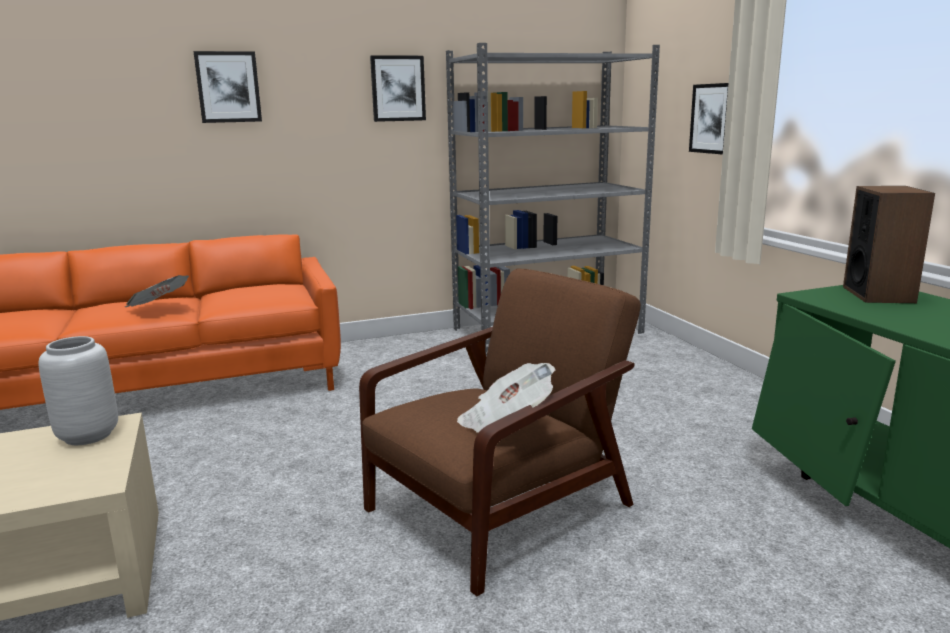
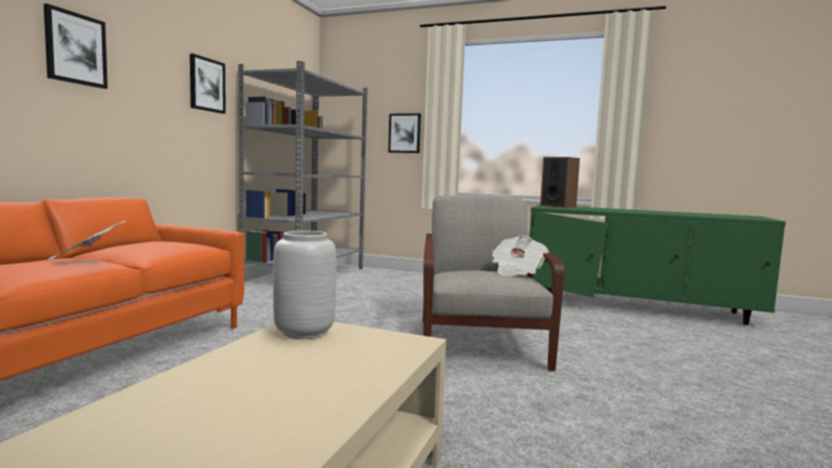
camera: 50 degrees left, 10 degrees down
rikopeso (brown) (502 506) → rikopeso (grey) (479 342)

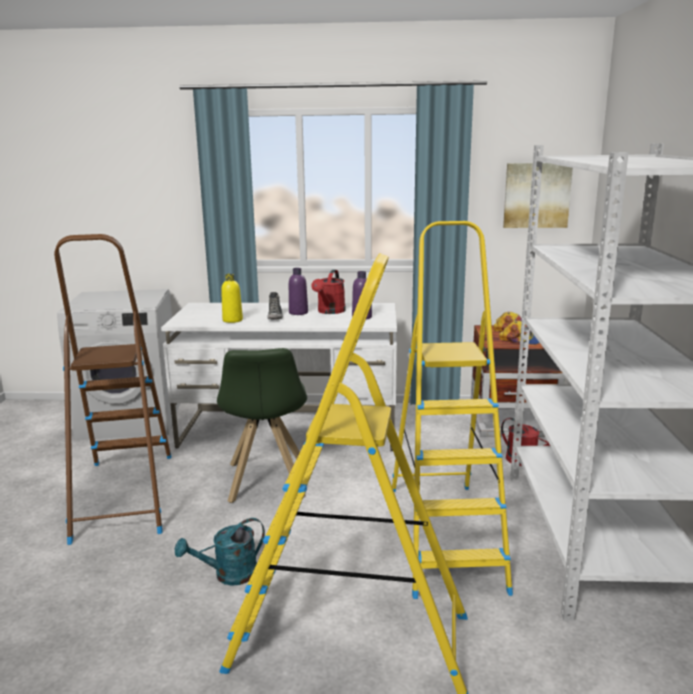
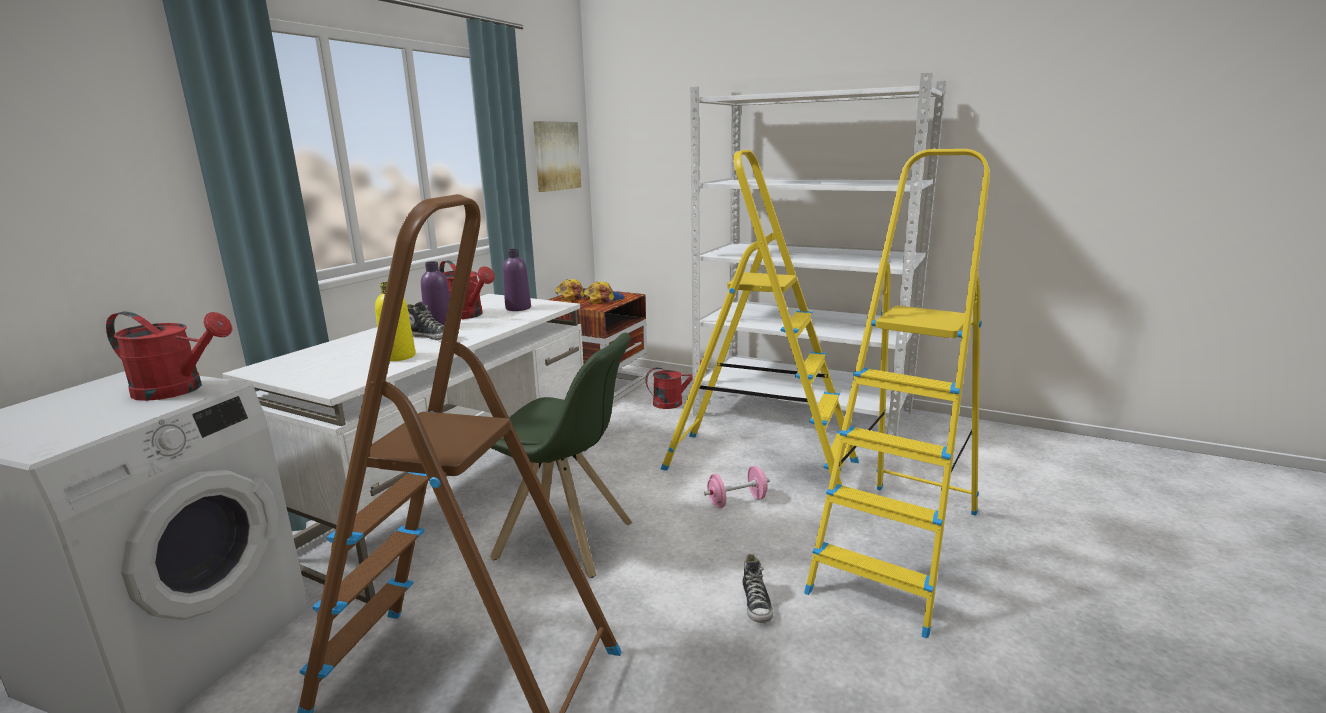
camera: 65 degrees left, 0 degrees up
- → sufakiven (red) (178 390)
- → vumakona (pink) (736 501)
sufakiven (turquoise) (228 575) → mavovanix (757 604)

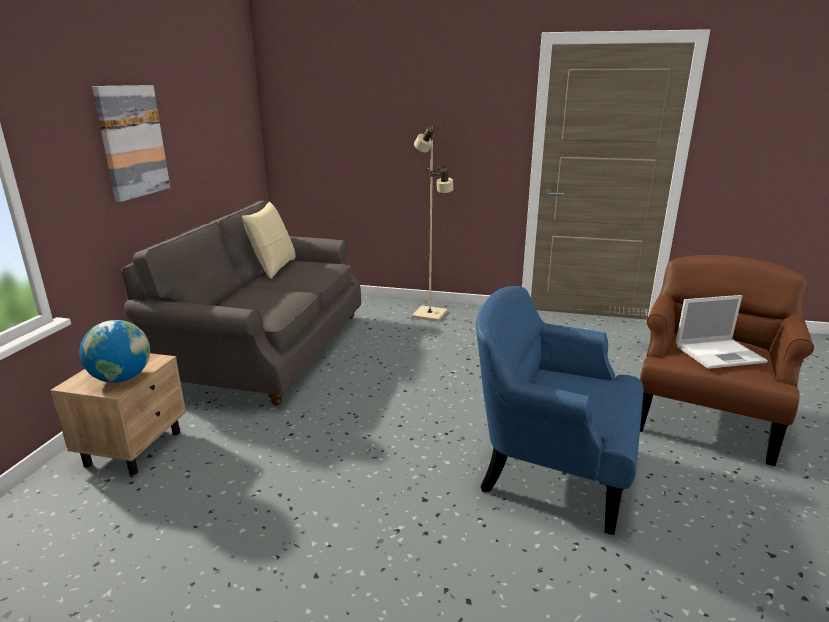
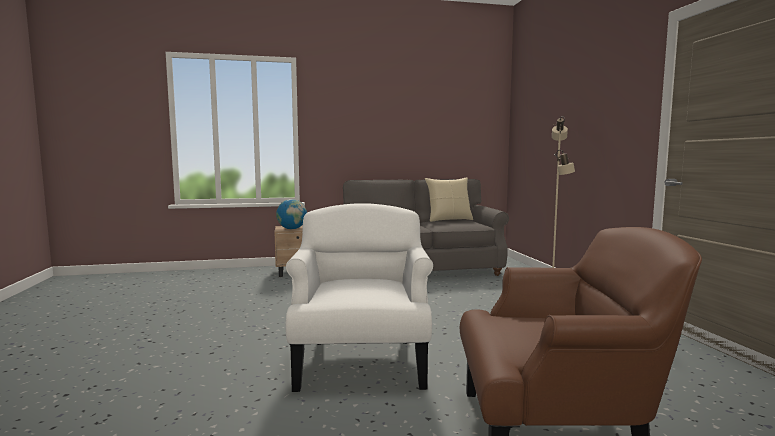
camera: 65 degrees right, 15 degrees down
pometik (132 141) → -
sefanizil (720 353) → -
rikopeso (blue) (551 469) → rikopeso (white) (361 361)

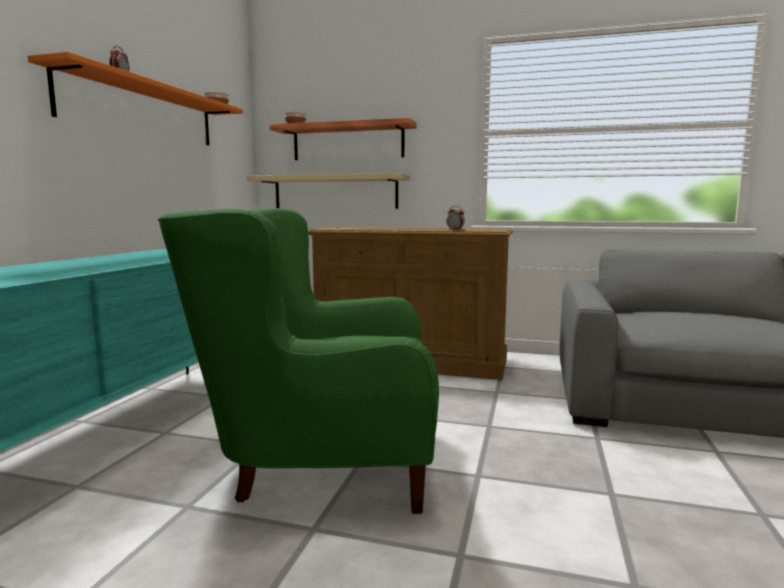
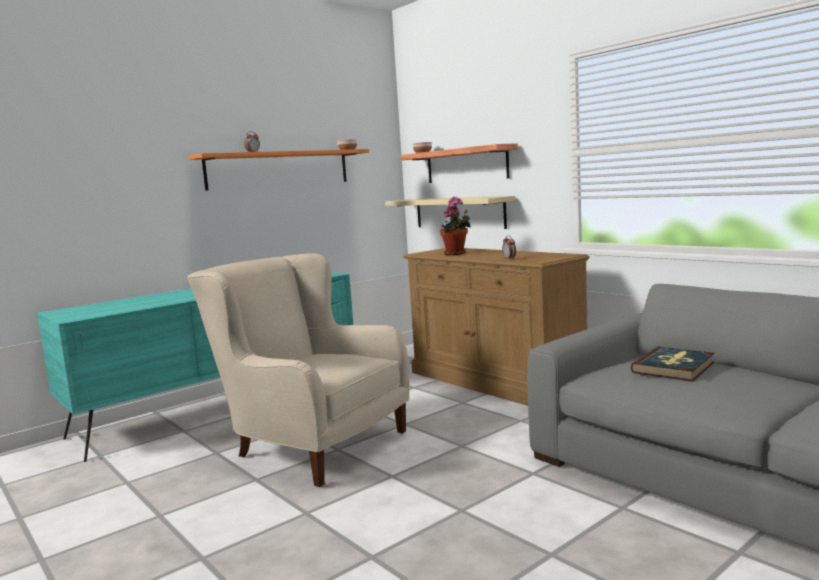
camera: 35 degrees right, 0 degrees up
- → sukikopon (456 254)
- → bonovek (674 367)
rikopeso (green) (314 463) → rikopeso (beige) (307 445)

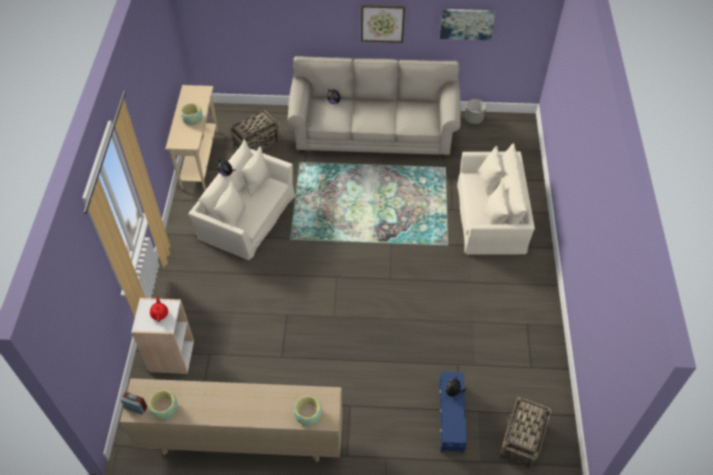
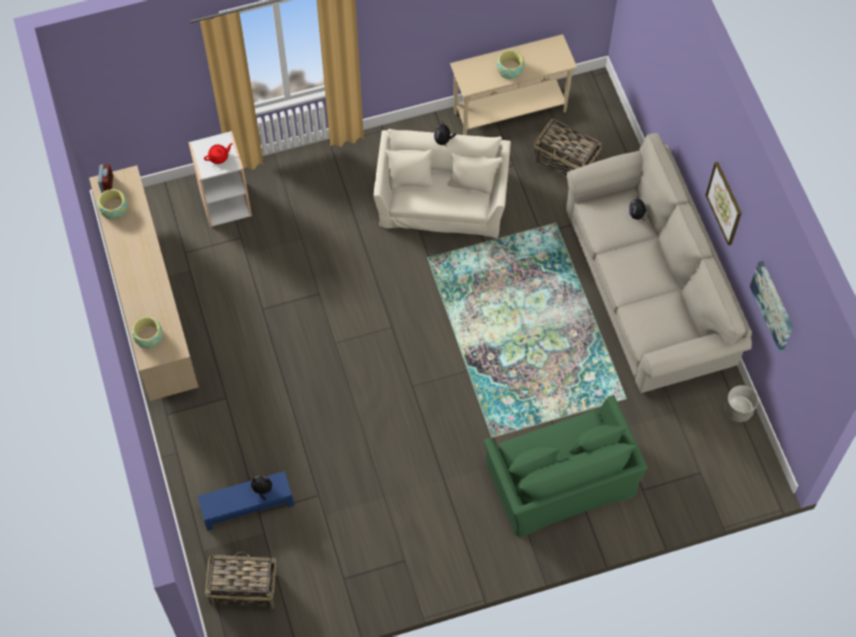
camera: 70 degrees right, 10 degrees up
rikopeso (beige) (490 217) → rikopeso (green) (560 478)

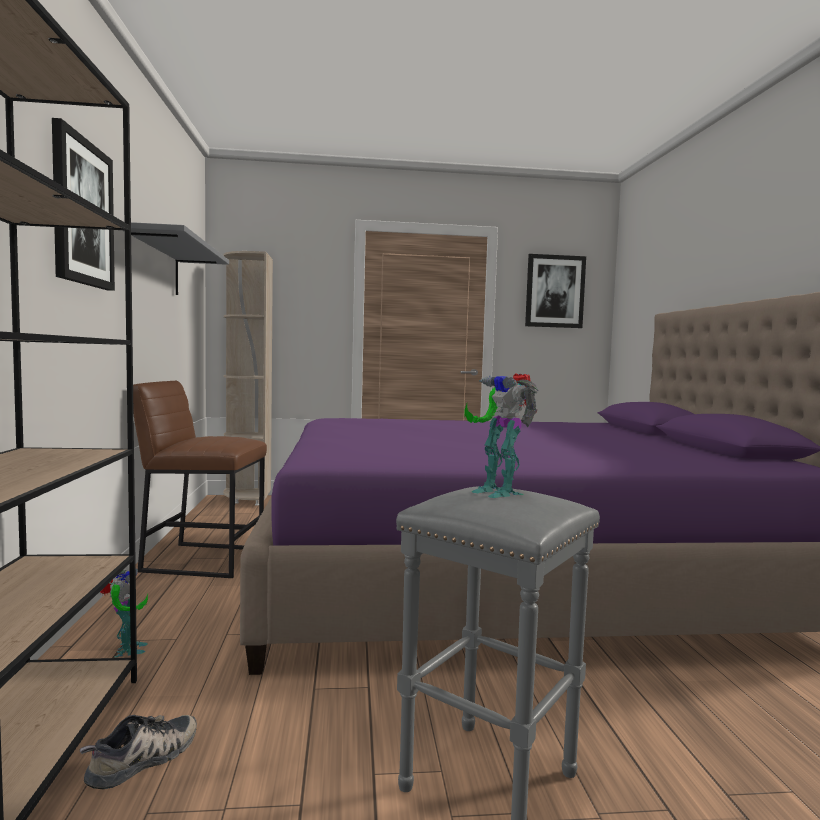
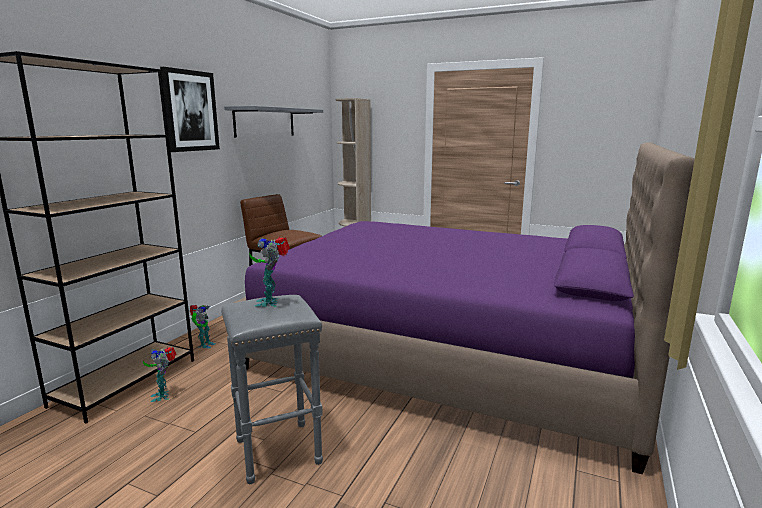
camera: 30 degrees right, 10 degrees up
pometik (554 291) → -
mavovanix (144 760) → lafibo (163 395)

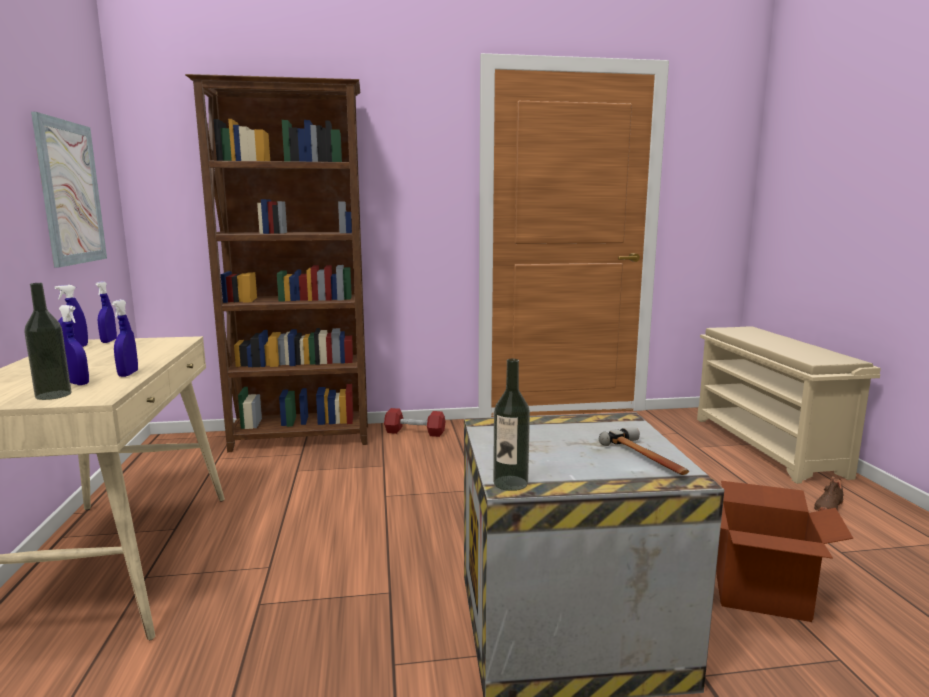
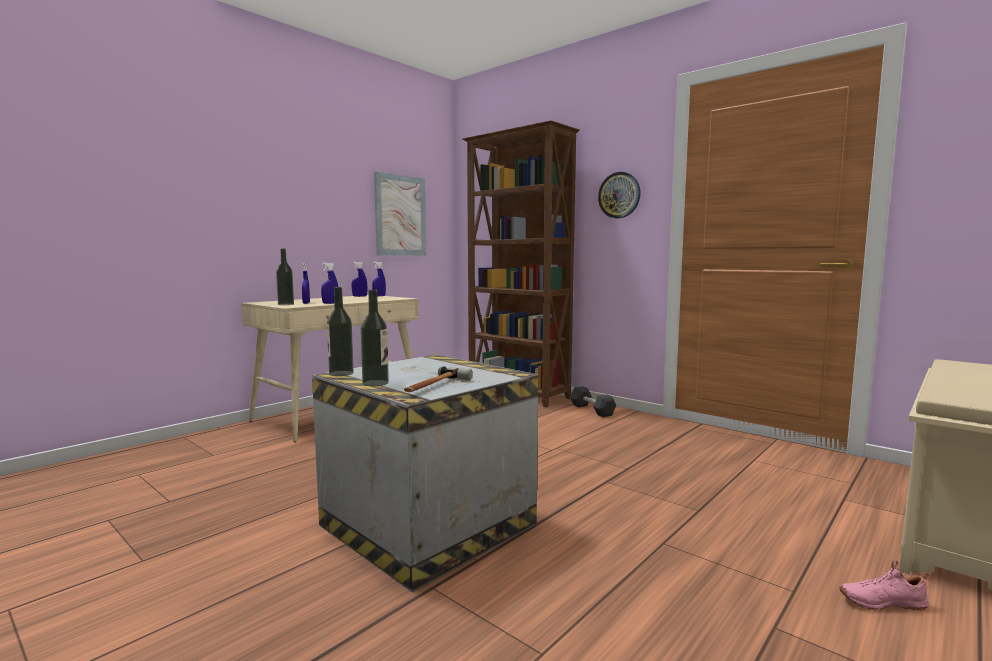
camera: 50 degrees right, 5 degrees down
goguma (760 594) → -
- → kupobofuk (375 383)
- → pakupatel (619 195)
vumakona (red) (415 432) → vumakona (black) (592 410)
mavovanix (brown) (827 507) → mavovanix (pink) (881 601)

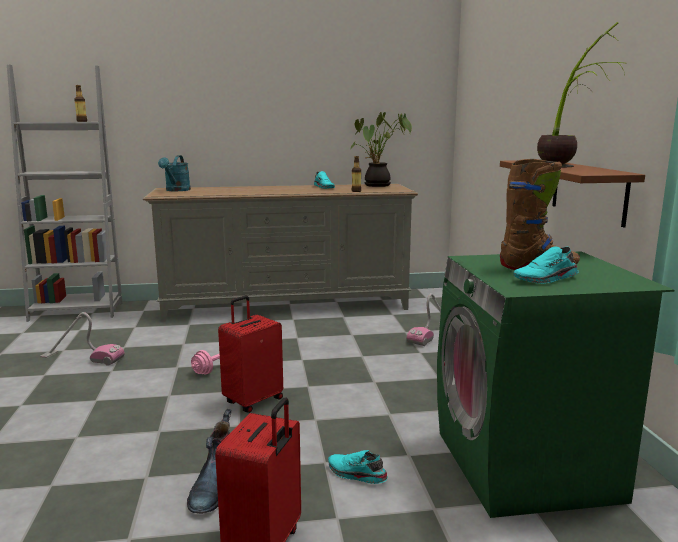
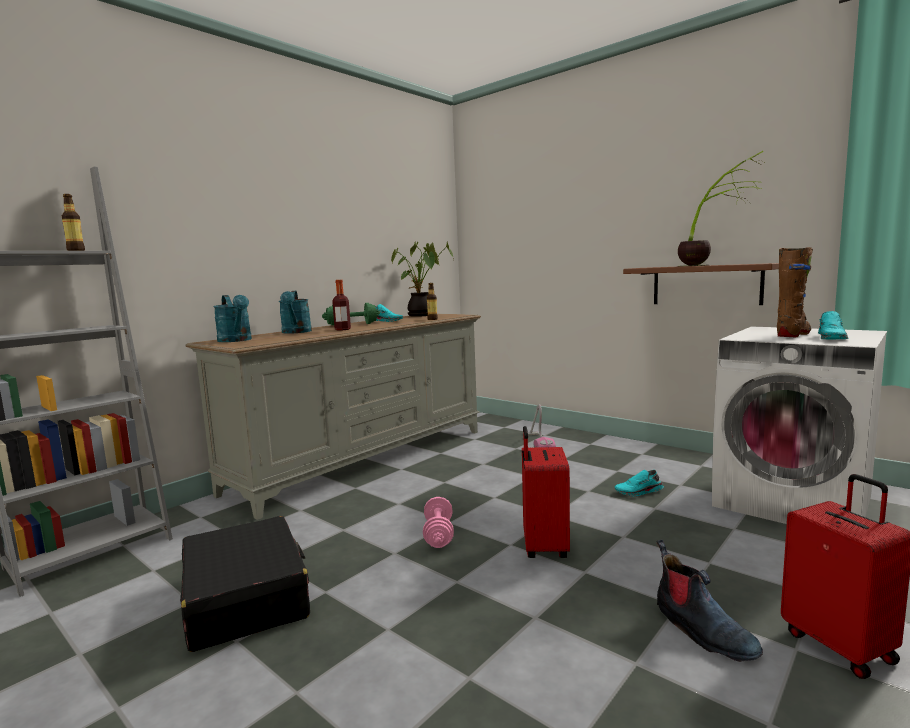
camera: 40 degrees left, 5 degrees down
- → sufakiven (turquoise) (296 332)
- → vumakona (green) (352 325)
- → kupobofuk (342 329)
mavovanix (turquoise) (356 475) → mavovanix (turquoise) (639 492), move
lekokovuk (82 358) → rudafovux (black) (246 597)
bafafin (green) (529 466) → bafafin (white) (794 501)

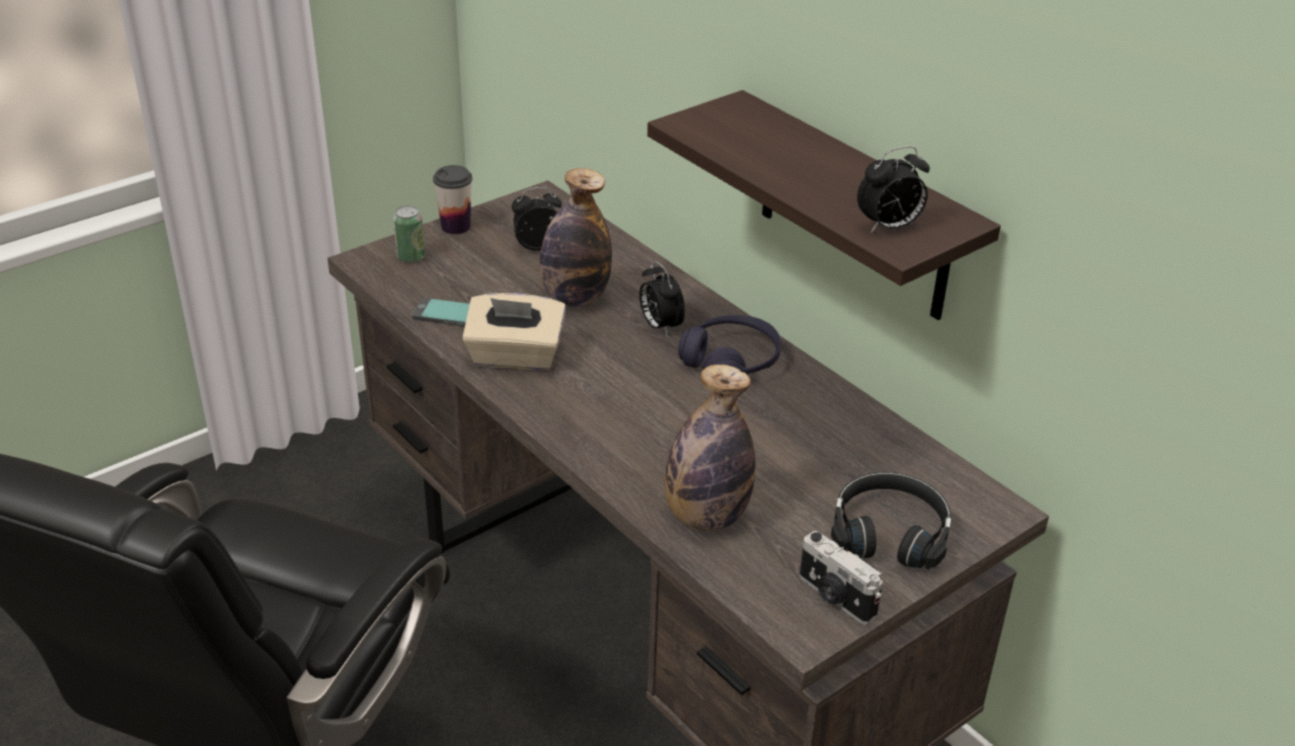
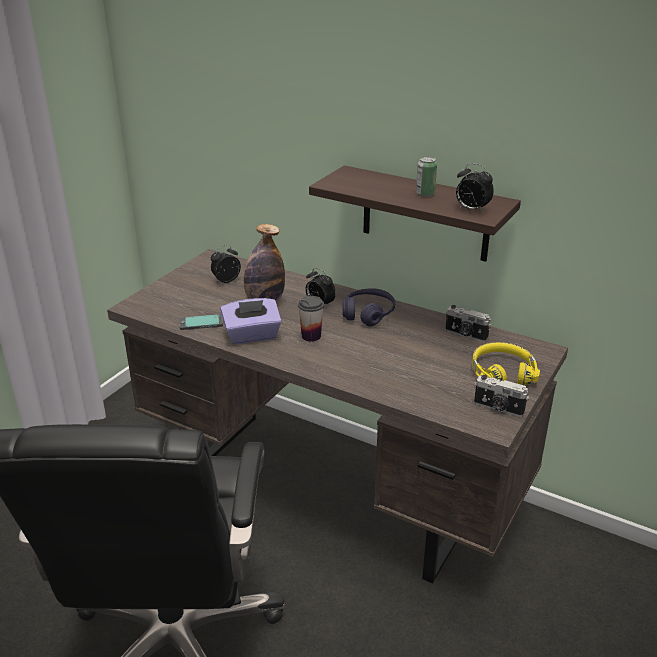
camera: 20 degrees left, 5 degrees down
kupobofuk (706 517) → -
- → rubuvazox (465 335)
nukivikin (411 257) → nukivikin (425 194), move
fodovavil (455 227) → fodovavil (311 336), move
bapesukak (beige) (515 357) → bapesukak (purple) (252 336)
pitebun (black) (890 532) → pitebun (yellow) (502 372)
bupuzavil (889 227) → bupuzavil (471 210), 75 degrees clockwise

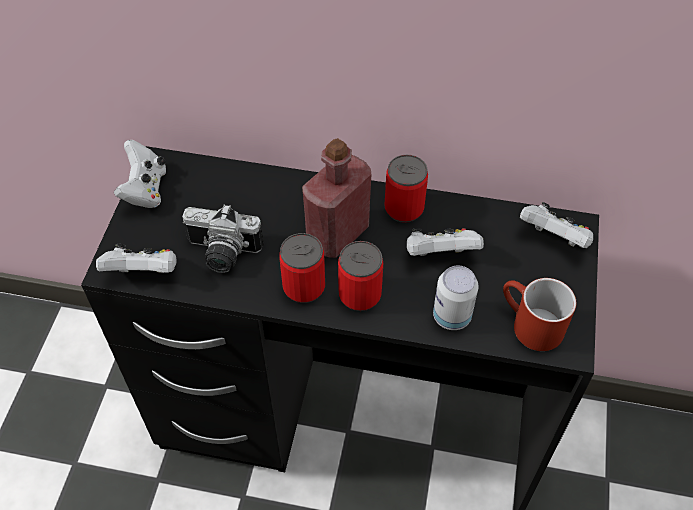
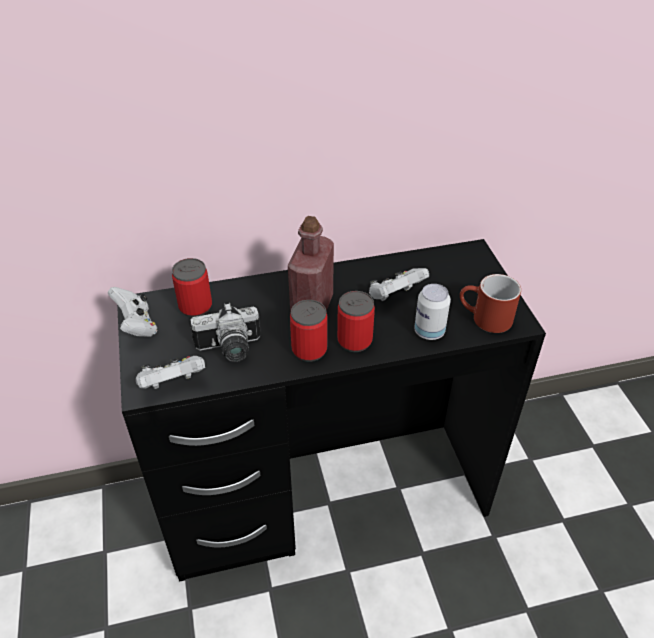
camera: 25 degrees left, 10 degrees down
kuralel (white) (554 238) → -
nukivikin (404 208) → nukivikin (195 307), move

